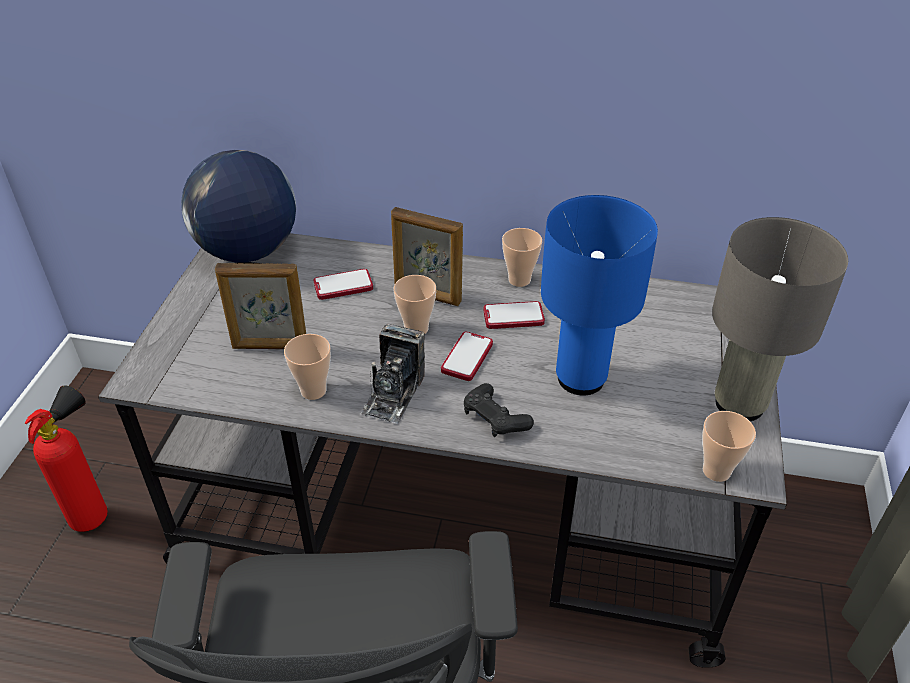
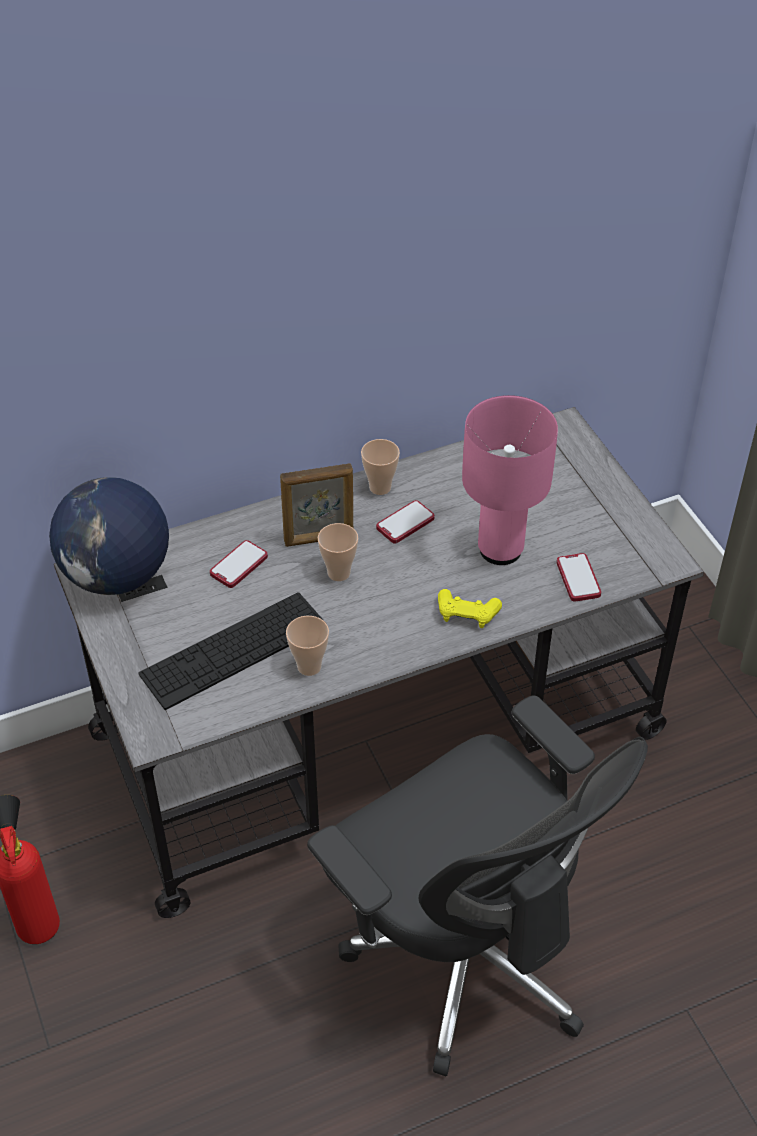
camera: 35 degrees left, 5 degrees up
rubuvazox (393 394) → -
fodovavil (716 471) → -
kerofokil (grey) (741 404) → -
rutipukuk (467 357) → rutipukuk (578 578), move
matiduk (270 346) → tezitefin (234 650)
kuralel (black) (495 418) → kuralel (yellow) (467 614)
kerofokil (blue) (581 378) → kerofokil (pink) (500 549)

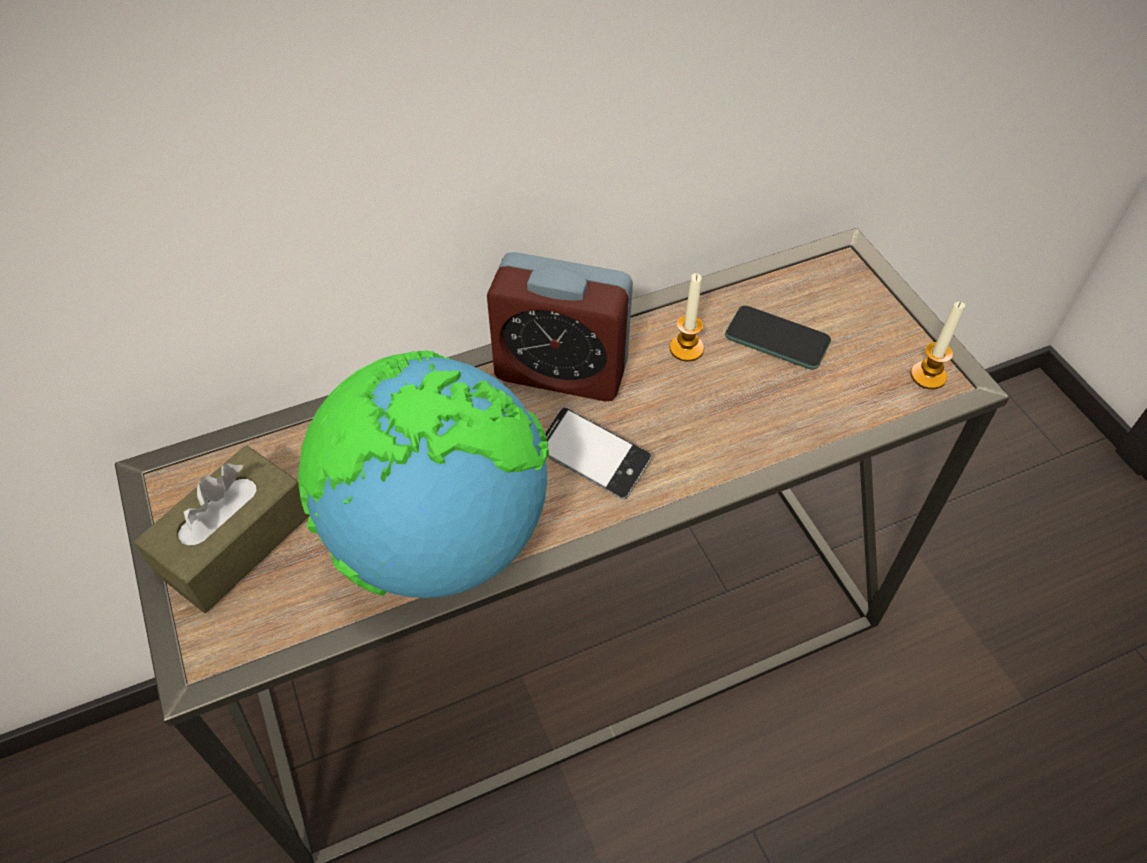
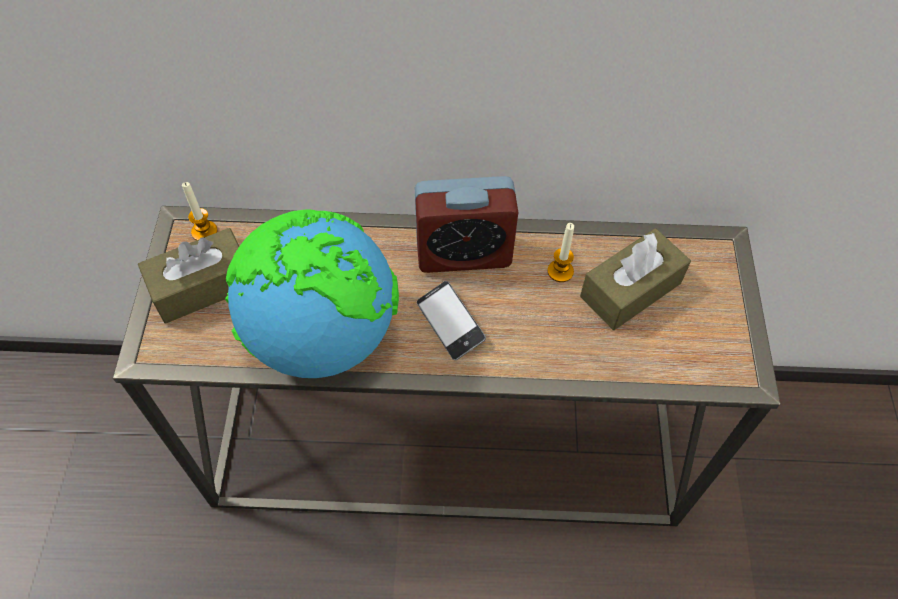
camera: 25 degrees right, 5 degrees up
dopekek (928 376) → dopekek (204 231), move
rutipukuk (777 339) → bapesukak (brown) (630 290)
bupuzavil (561 371) → bupuzavil (463 253), 45 degrees counterclockwise

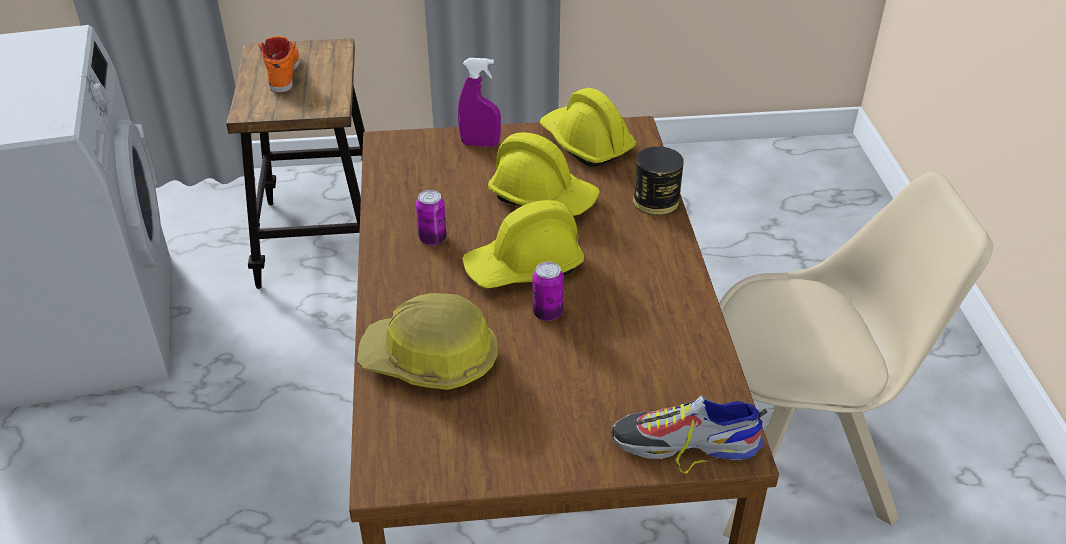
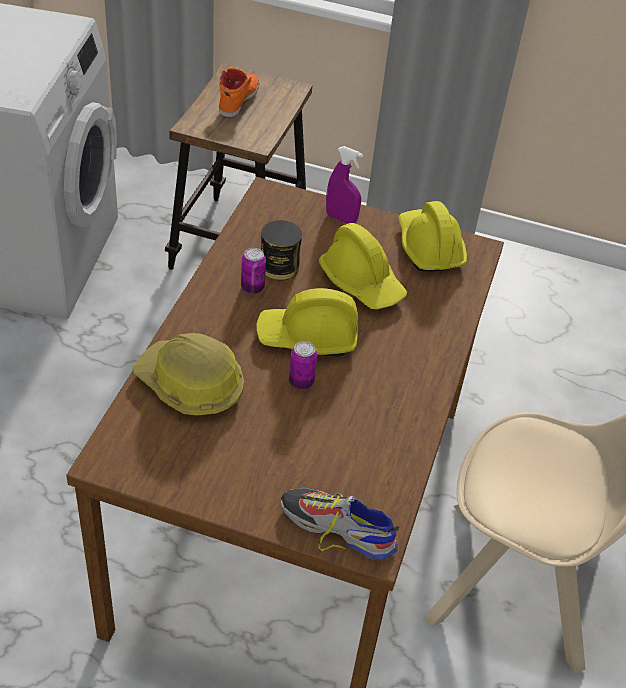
camera: 20 degrees right, 5 degrees up
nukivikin (656 201) → nukivikin (279 267), move

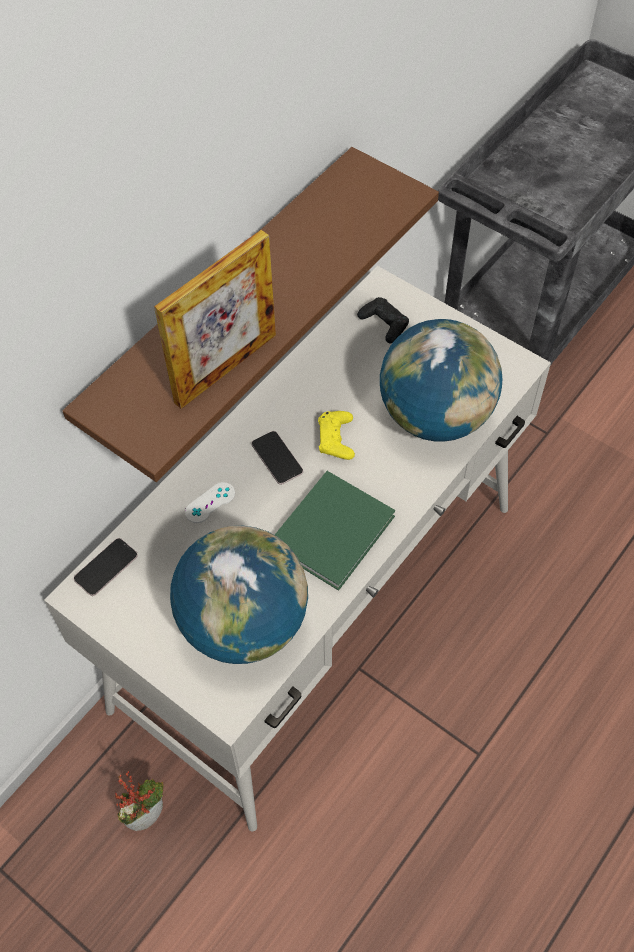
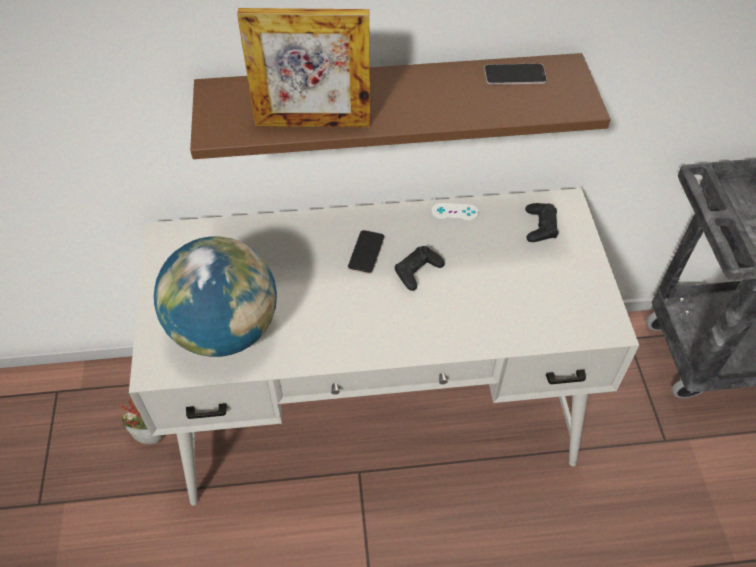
camera: 45 degrees right, 5 degrees down
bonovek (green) (334 529) → -
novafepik (435 415) → -
rutipukuk (106 567) → rutipukuk (515 75), move
kuralel (white) (210 503) → kuralel (white) (455 212), move
kuralel (yellow) (336 439) → kuralel (black) (417 271)

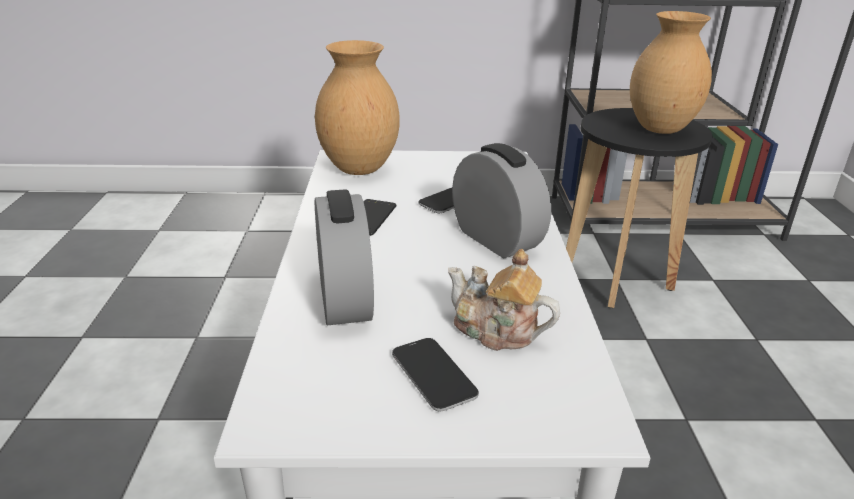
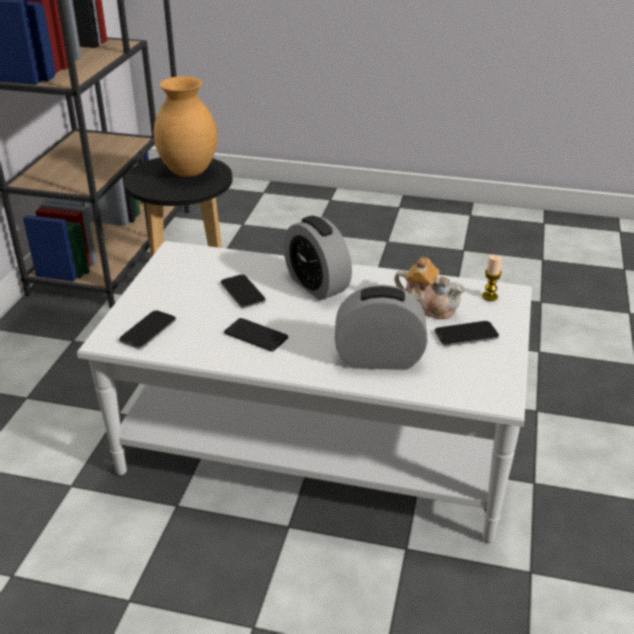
camera: 75 degrees left, 5 degrees up
- → dopekek (489 296)
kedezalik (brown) (358 169) → rutipukuk (148 330)
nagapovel (496 331) → nagapovel (428 306), 105 degrees counterclockwise
bupuzavil (496 239) → bupuzavil (317 285), 105 degrees counterclockwise

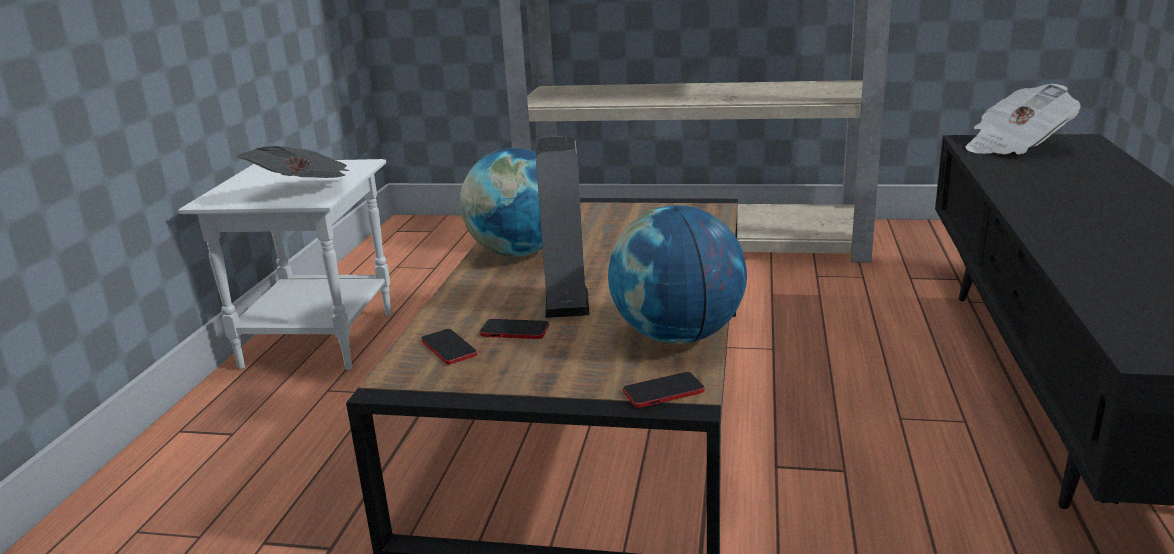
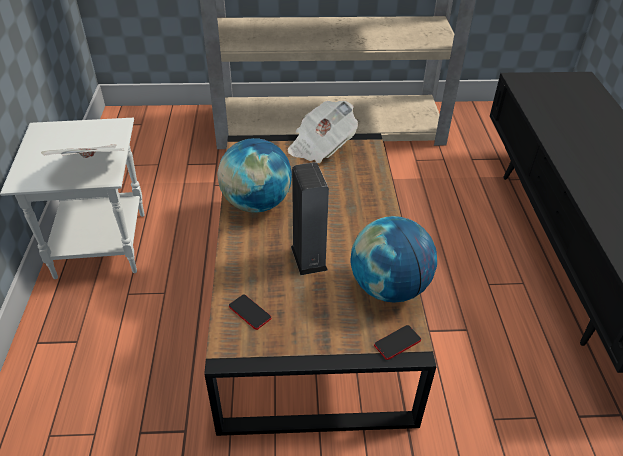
camera: 15 degrees left, 20 degrees up
rutipukuk (514 330) → -
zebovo (1015 147) → zebovo (321 147), move

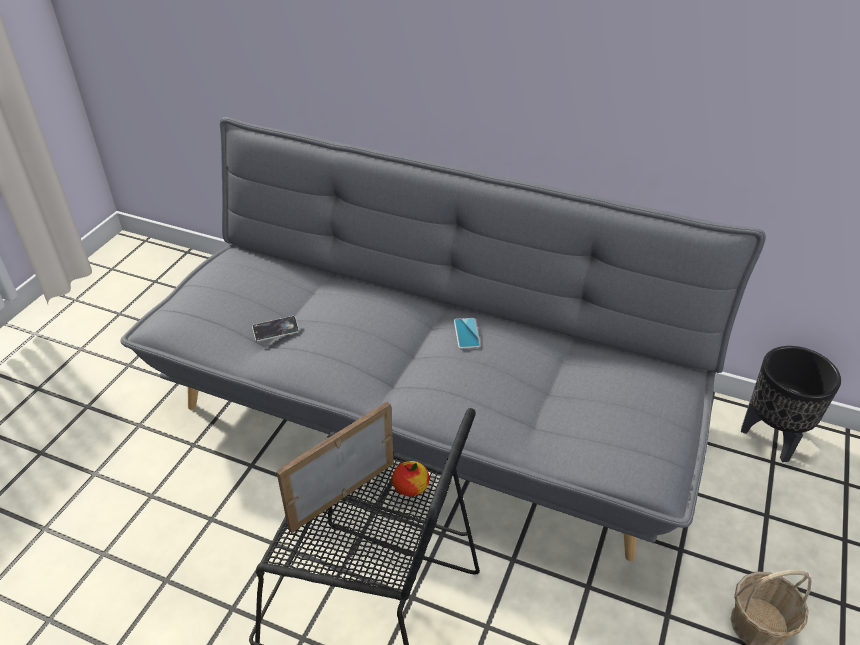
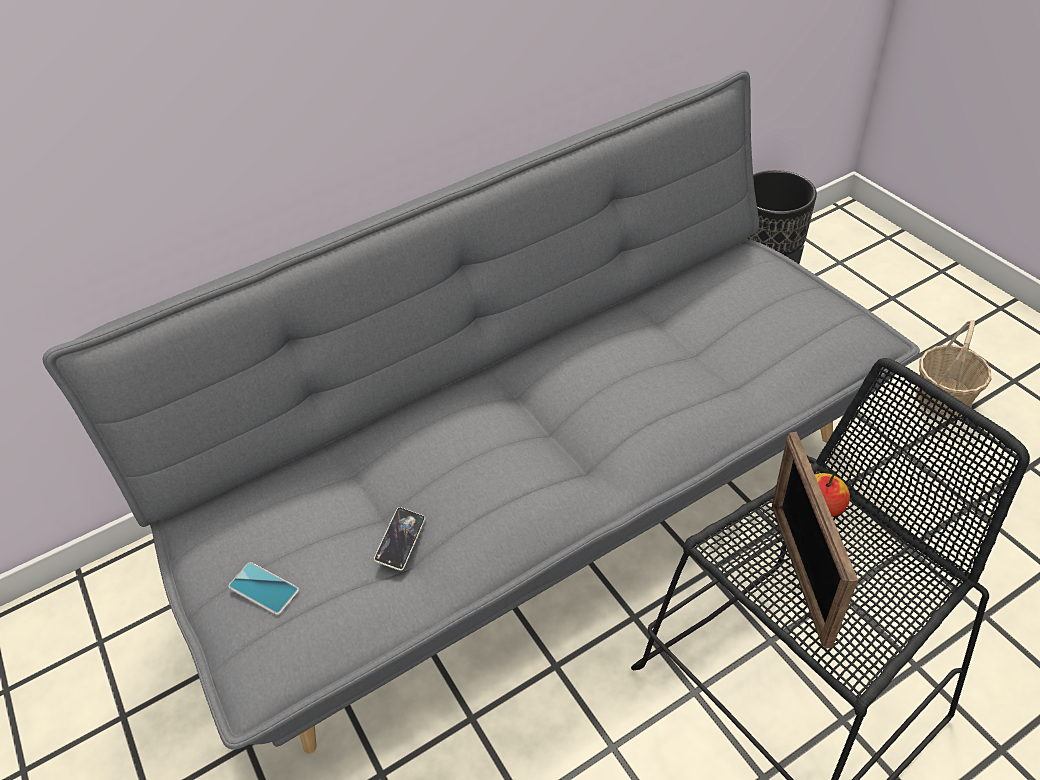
camera: 50 degrees left, 5 degrees up
rutipukuk (467 334) → rutipukuk (264 589), move

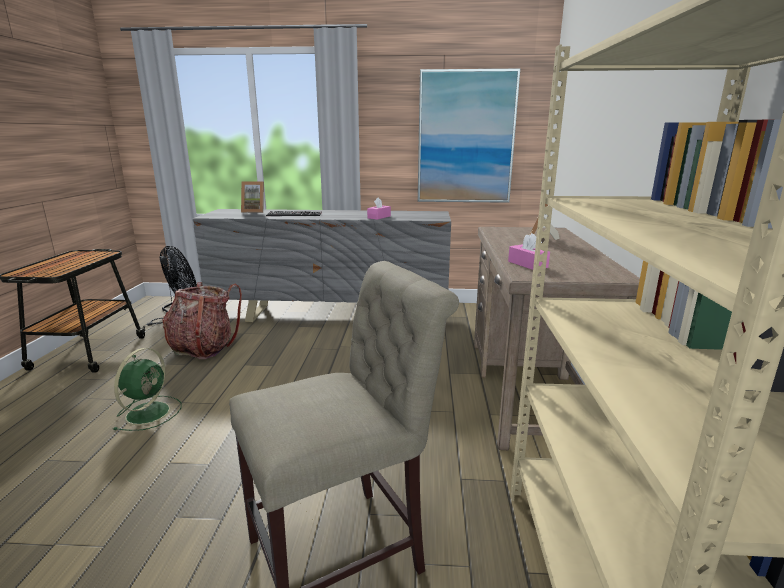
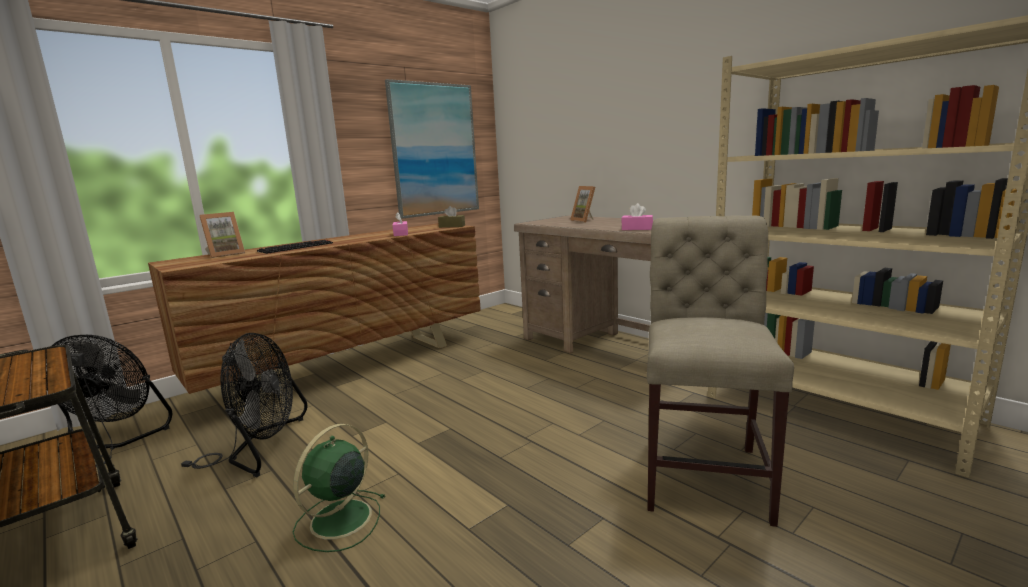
camera: 45 degrees left, 5 degrees down
- → bapesukak (brown) (452 226)
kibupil (204 348) → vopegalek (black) (257 448)
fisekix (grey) (331 315) → fisekix (brown) (351 366)
vopegalek (green) (149 412) → vopegalek (green) (339 520), 120 degrees counterclockwise

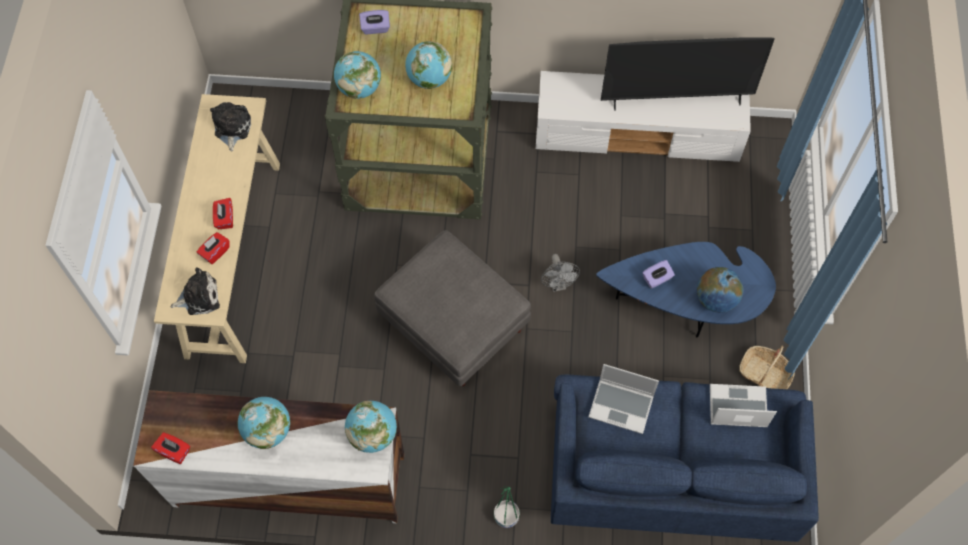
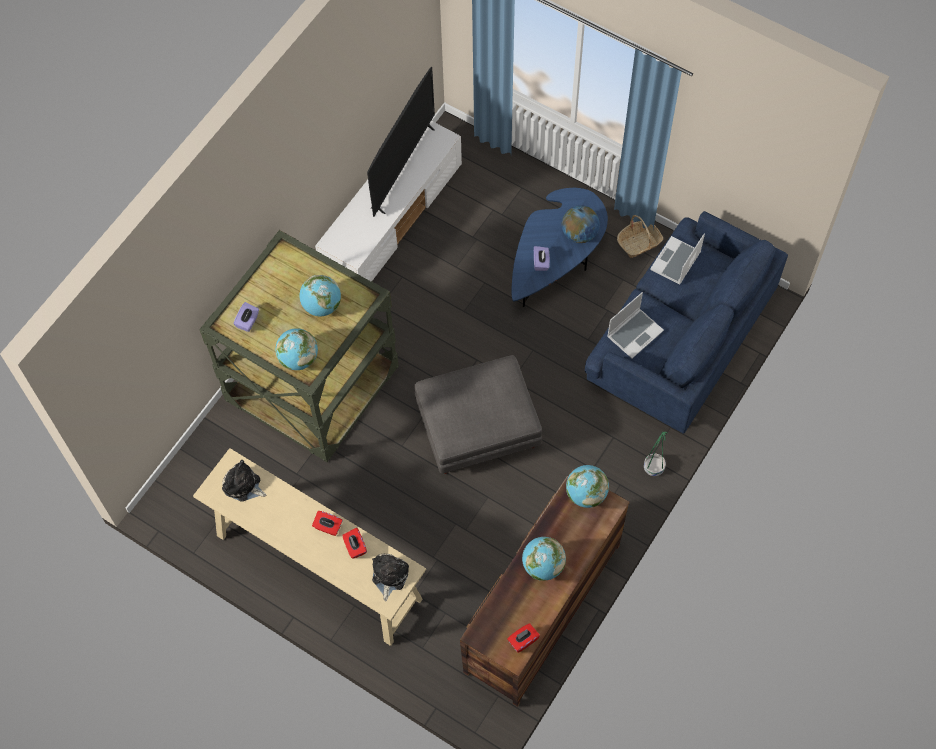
camera: 60 degrees left, 0 degrees up
vopegalek (grey) (558 284) → -
fisekix (white) (288 478) → fisekix (brown) (540 608)

